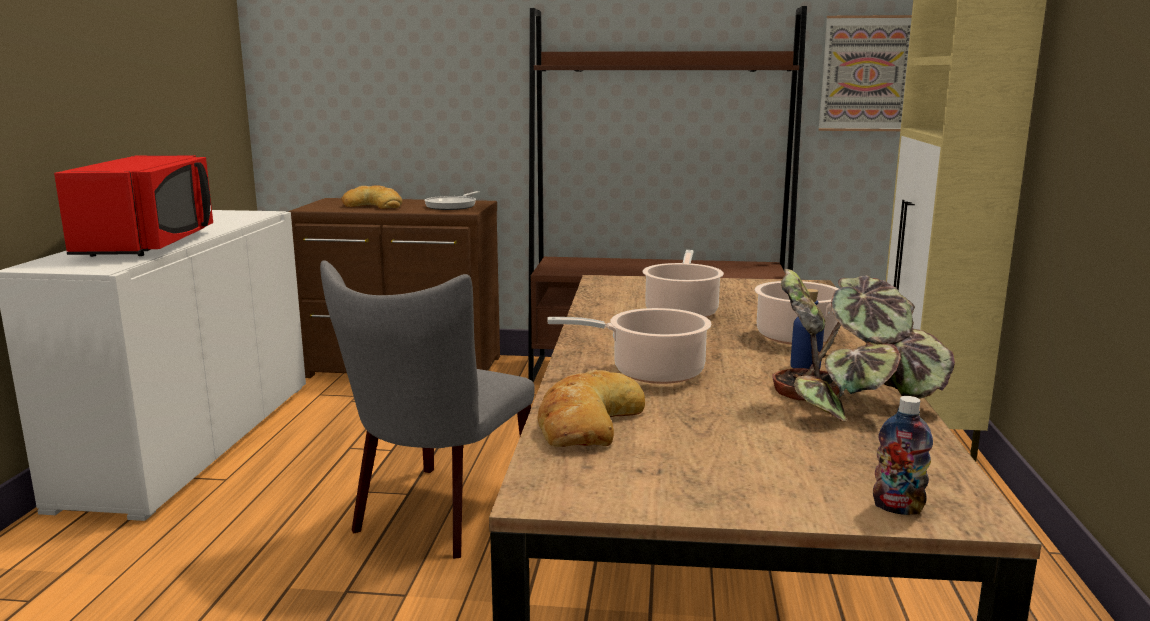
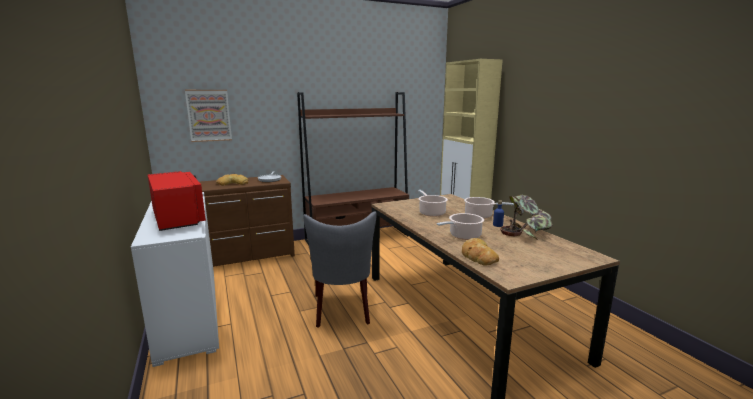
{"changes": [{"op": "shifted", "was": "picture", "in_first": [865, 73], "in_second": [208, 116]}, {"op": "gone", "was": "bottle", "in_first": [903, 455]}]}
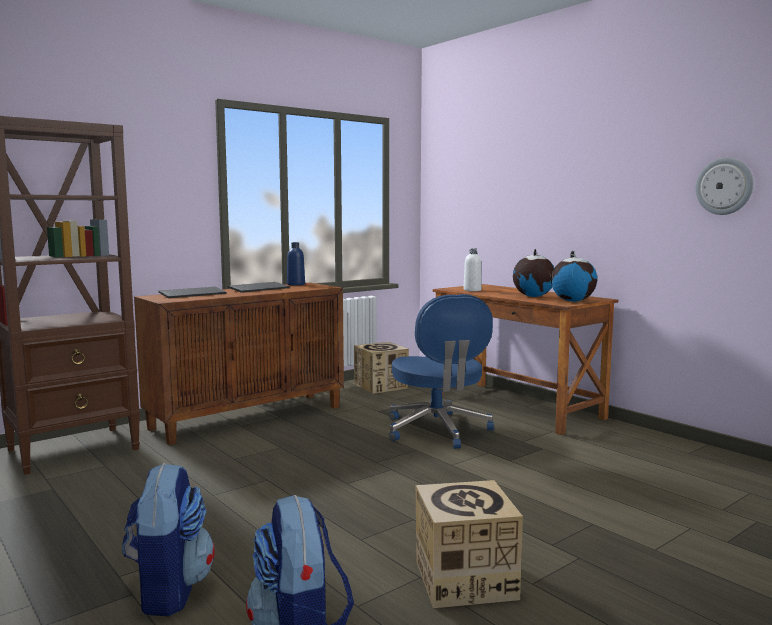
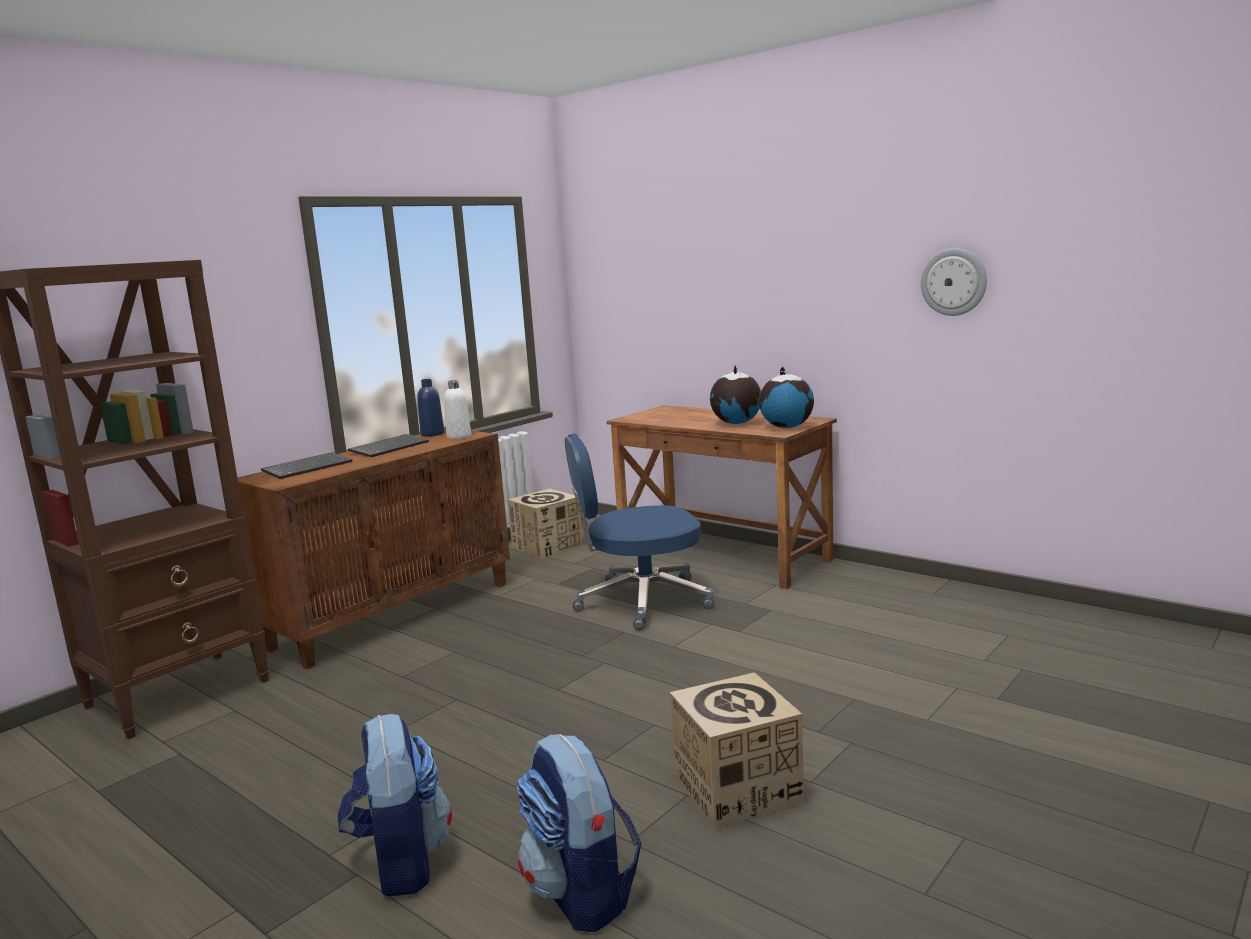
{"changes": [{"op": "shifted", "was": "white bottle", "in_first": [472, 269], "in_second": [457, 409]}, {"op": "rotated", "was": "blue office chair", "in_first": [441, 371], "in_second": [639, 531], "clockwise": 105}]}
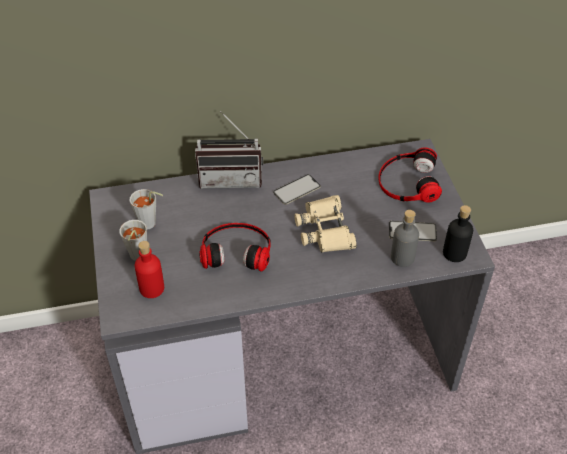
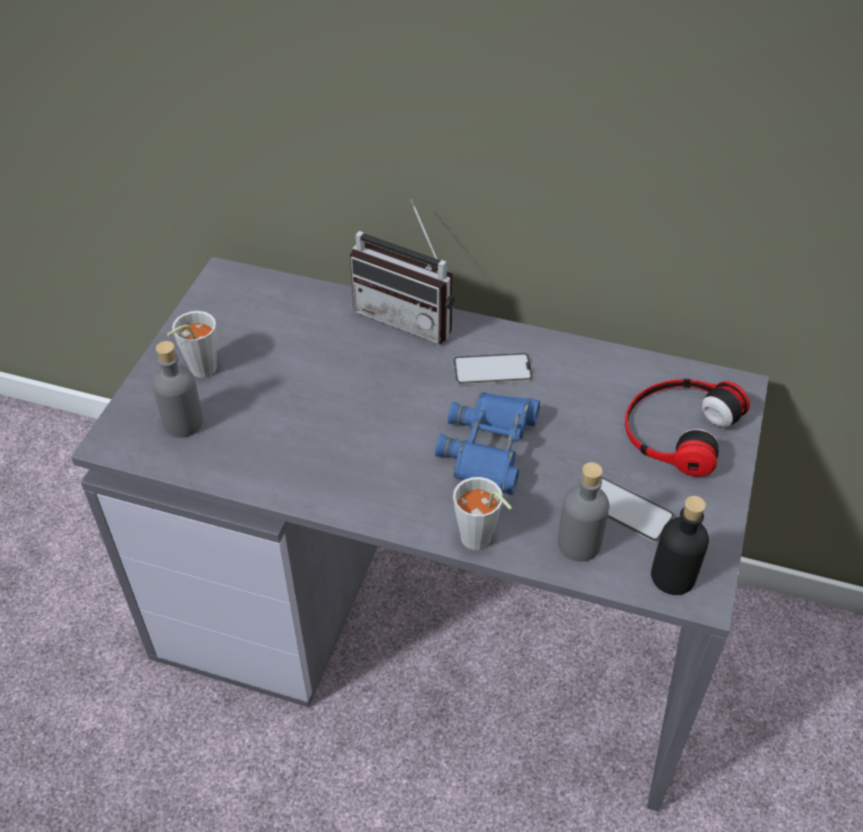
{"changes": [{"op": "repainted", "was": "red bottle", "now": "grey bottle", "in_first": [149, 269], "in_second": [177, 389]}, {"op": "repainted", "was": "beige binoculars", "now": "blue binoculars", "in_first": [325, 223], "in_second": [487, 443]}, {"op": "shifted", "was": "grey cup", "in_first": [146, 209], "in_second": [482, 513]}, {"op": "gone", "was": "headphones", "in_first": [235, 247]}]}
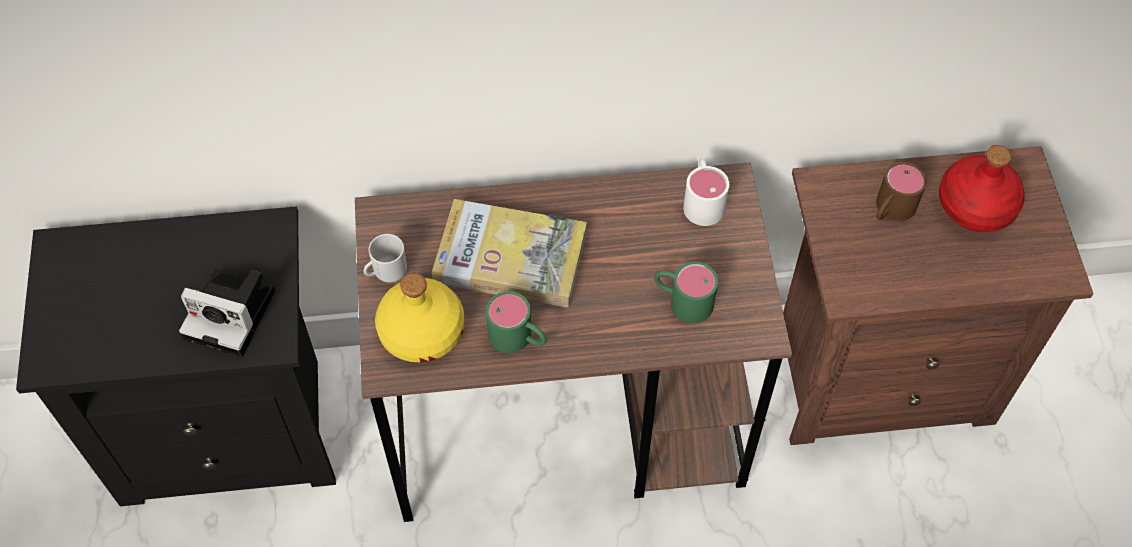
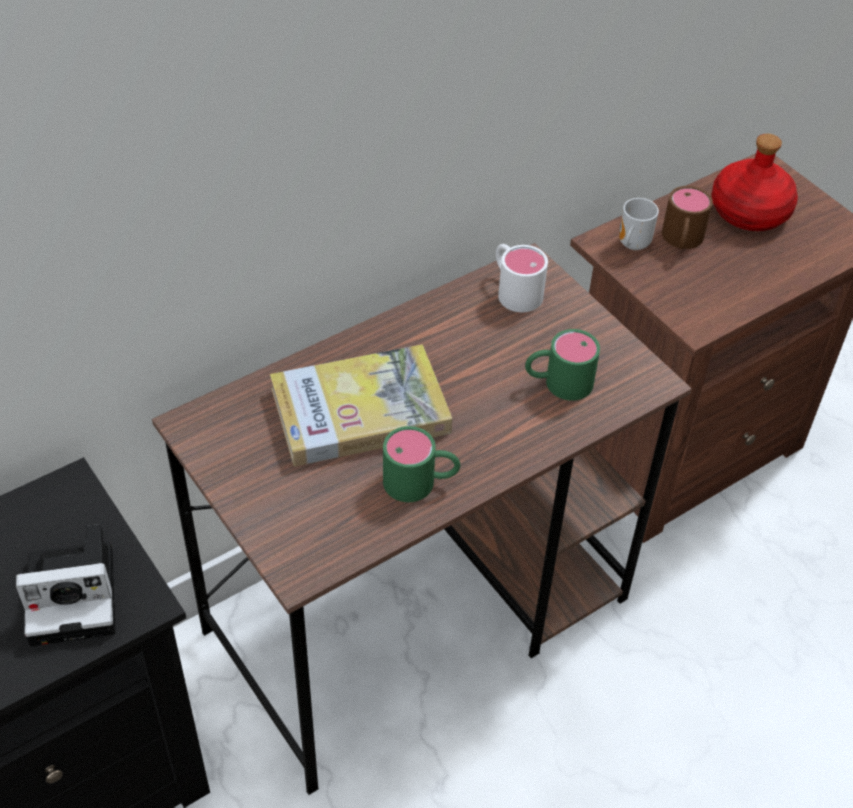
{"changes": [{"op": "shifted", "was": "mug", "in_first": [385, 258], "in_second": [639, 224]}, {"op": "gone", "was": "yellow bottle", "in_first": [419, 317]}]}
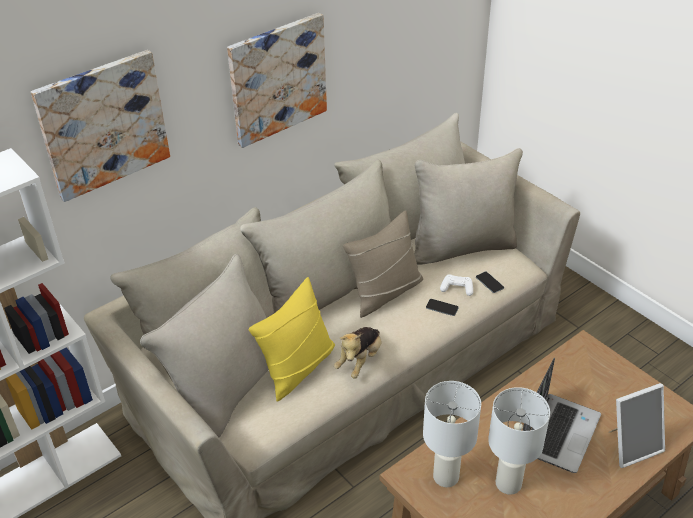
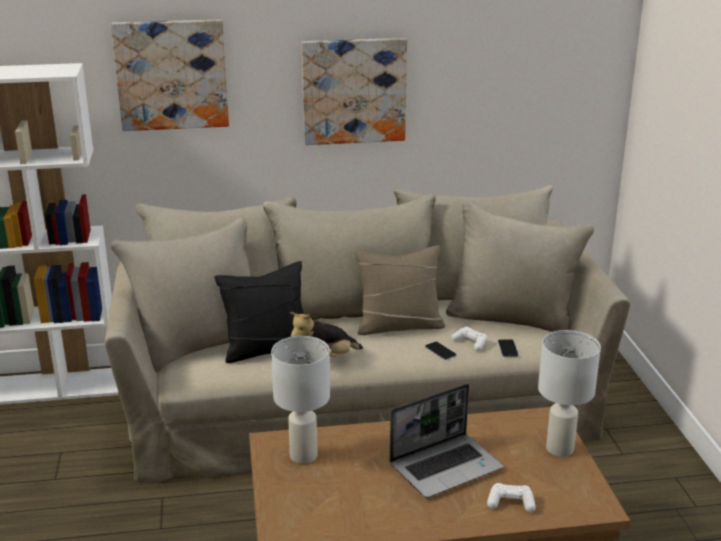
{"changes": [{"op": "repainted", "was": "yellow pillow", "now": "black pillow", "in_first": [292, 339], "in_second": [259, 312]}, {"op": "swapped", "was": "picture frame", "now": "white game controller", "in_first": [636, 425], "in_second": [511, 497]}, {"op": "shifted", "was": "white table lamp", "in_first": [519, 441], "in_second": [569, 393]}]}
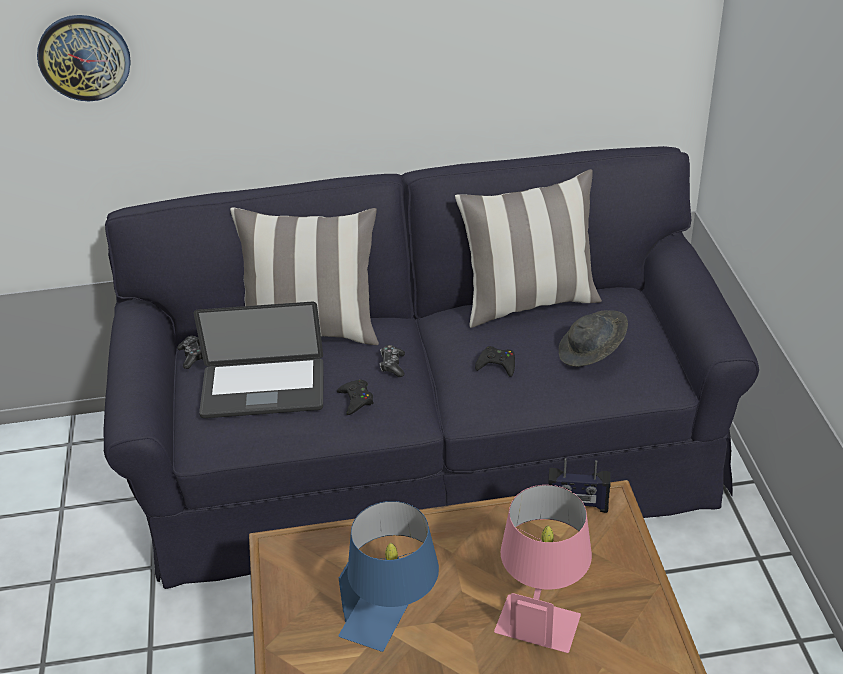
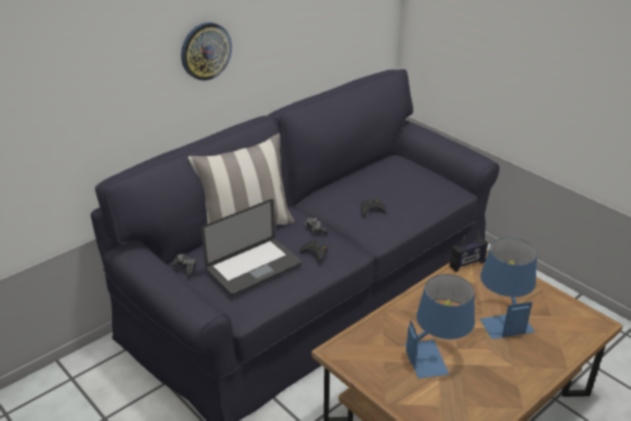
{"changes": [{"op": "shifted", "was": "wall clock", "in_first": [84, 58], "in_second": [206, 51]}, {"op": "repainted", "was": "pink table lamp", "now": "blue table lamp", "in_first": [543, 569], "in_second": [508, 288]}, {"op": "gone", "was": "pillow", "in_first": [528, 248]}, {"op": "gone", "was": "grey hat", "in_first": [593, 338]}]}
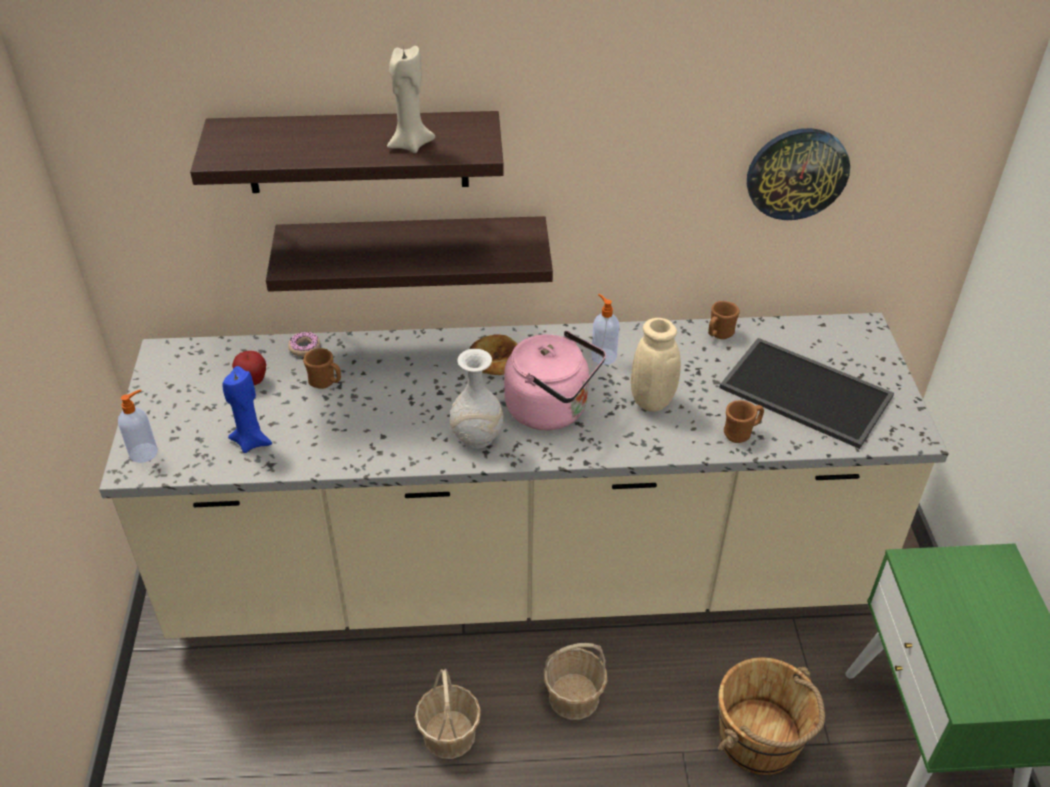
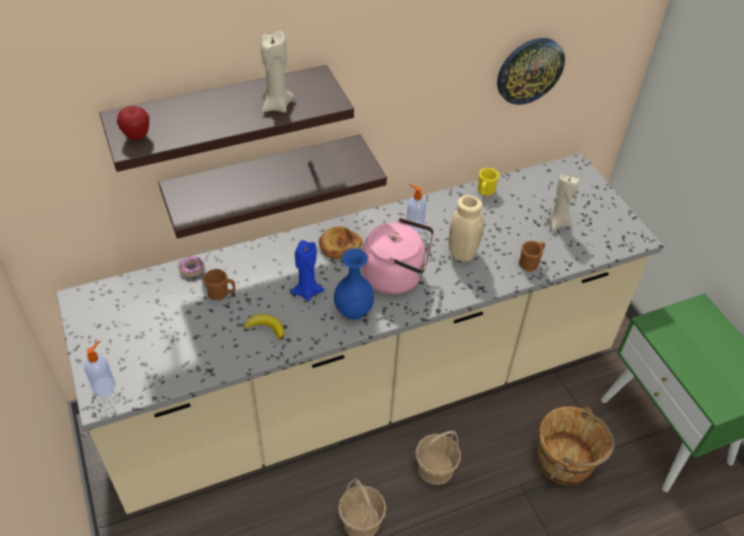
{"changes": [{"op": "shifted", "was": "apple", "in_first": [249, 368], "in_second": [133, 123]}, {"op": "new", "now": "banana", "in_second": [264, 326]}, {"op": "shifted", "was": "blue candle", "in_first": [247, 409], "in_second": [308, 270]}, {"op": "repainted", "was": "white vase", "now": "blue vase", "in_first": [477, 399], "in_second": [354, 284]}, {"op": "repainted", "was": "brown mug", "now": "yellow mug", "in_first": [724, 320], "in_second": [488, 182]}, {"op": "swapped", "was": "tray", "now": "beige candle", "in_first": [807, 393], "in_second": [562, 202]}]}
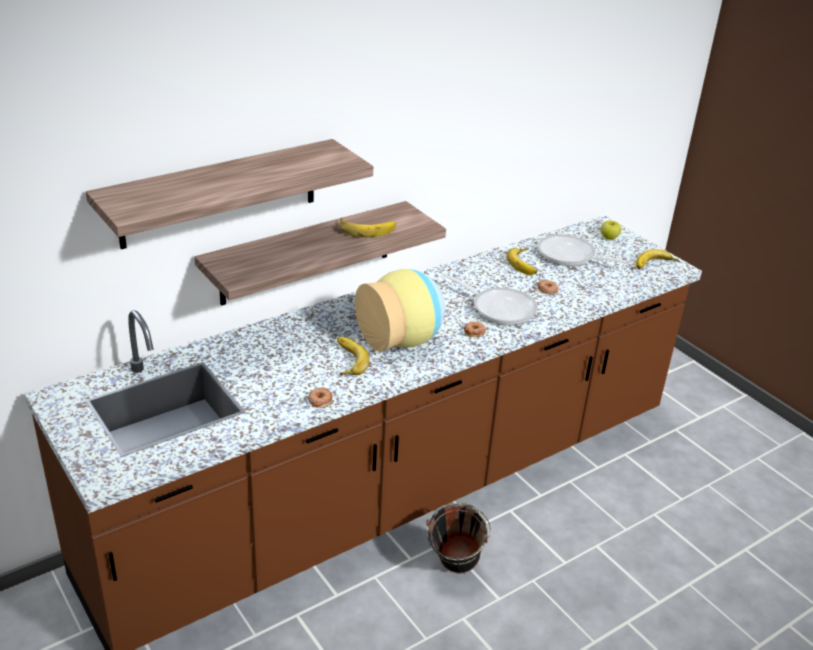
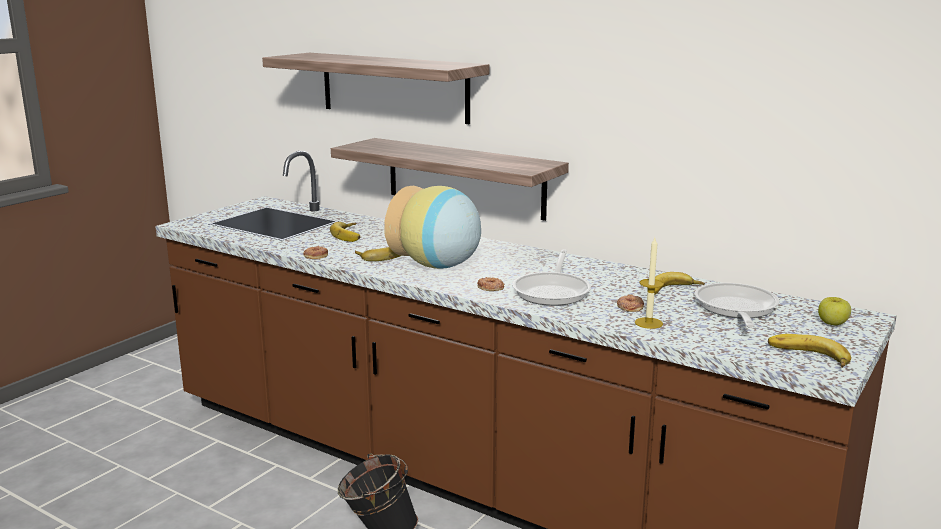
{"changes": [{"op": "shifted", "was": "banana", "in_first": [367, 227], "in_second": [345, 232]}, {"op": "new", "now": "candle", "in_second": [649, 283]}]}
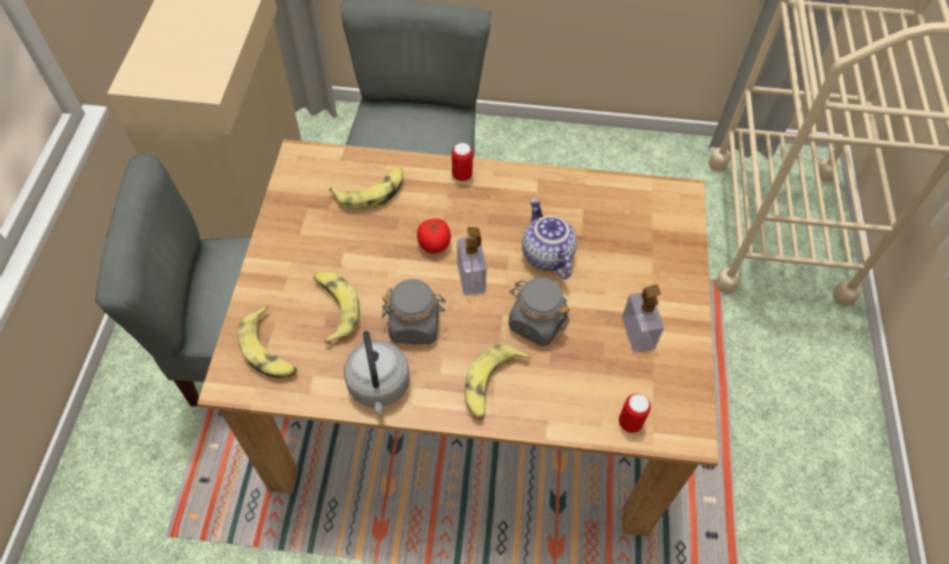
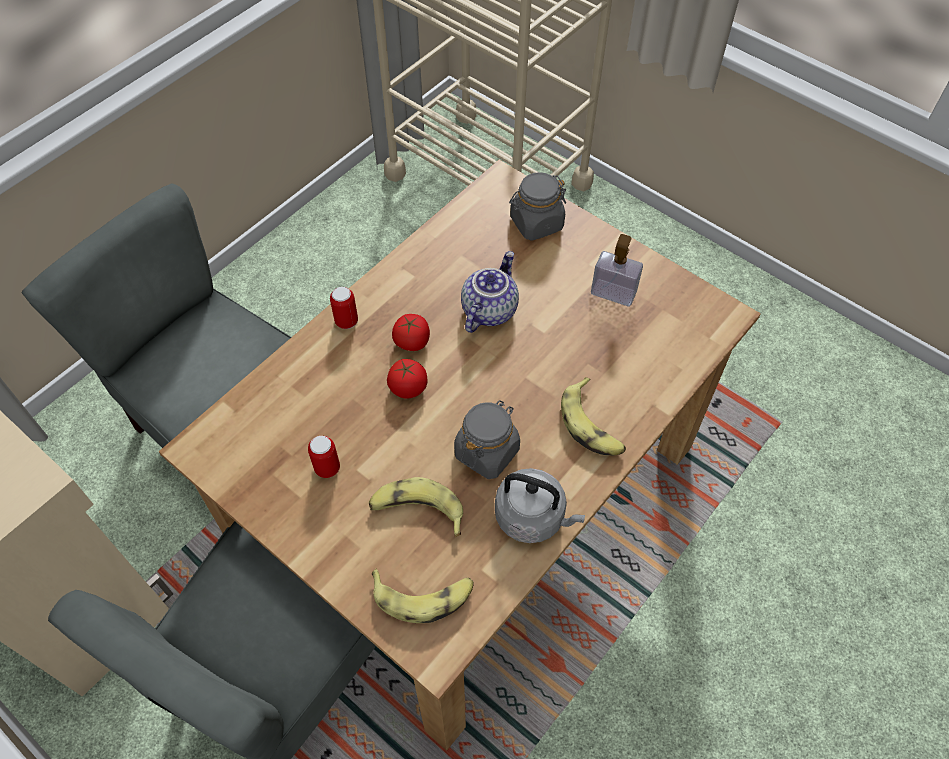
{"changes": [{"op": "shifted", "was": "can", "in_first": [635, 413], "in_second": [324, 457]}, {"op": "new", "now": "tomato", "in_second": [411, 332]}, {"op": "rotated", "was": "teapot", "in_first": [549, 238], "in_second": [490, 292], "clockwise": 105}, {"op": "shifted", "was": "grey jar", "in_first": [539, 311], "in_second": [537, 206]}, {"op": "gone", "was": "banana", "in_first": [366, 188]}, {"op": "gone", "was": "soap dispenser", "in_first": [472, 261]}]}
